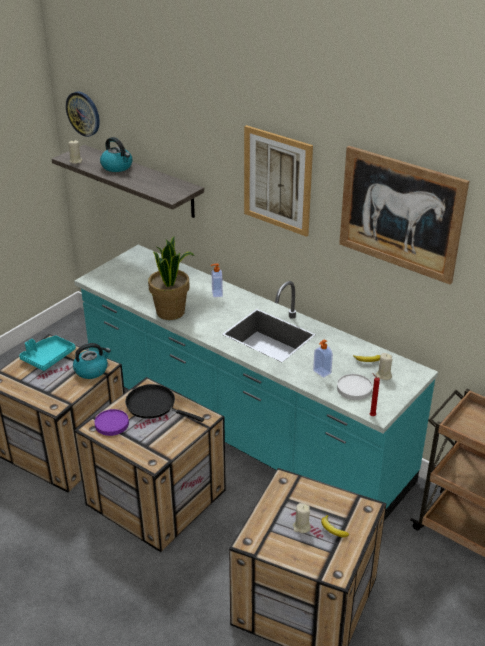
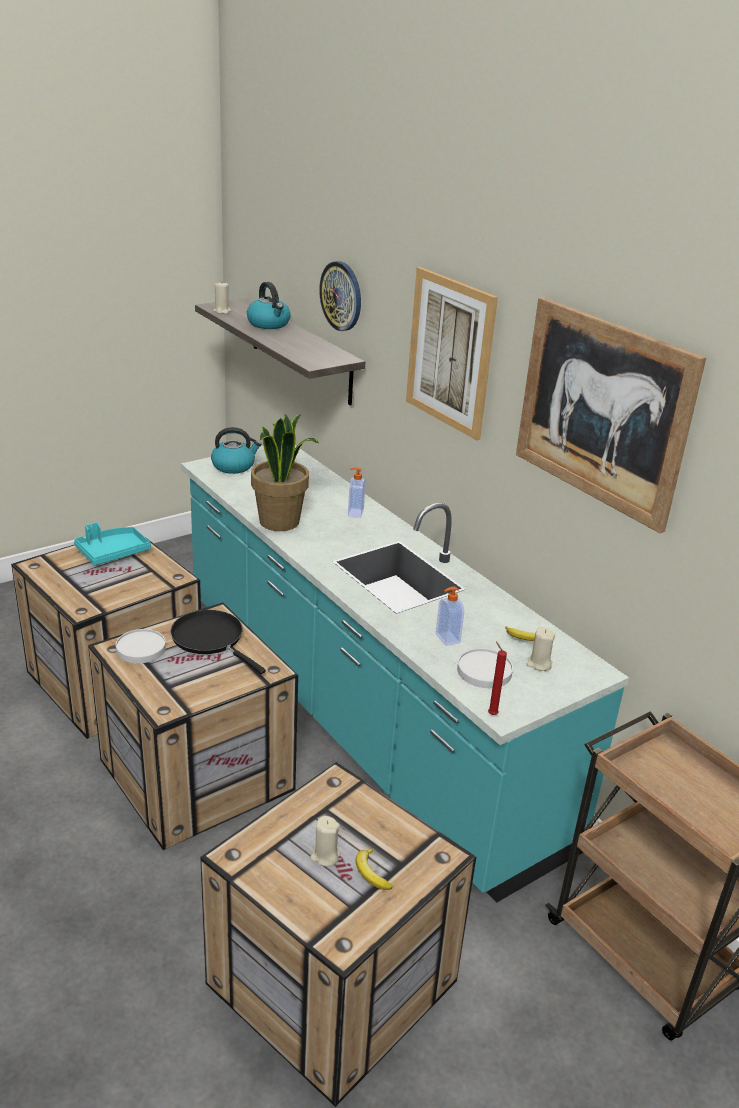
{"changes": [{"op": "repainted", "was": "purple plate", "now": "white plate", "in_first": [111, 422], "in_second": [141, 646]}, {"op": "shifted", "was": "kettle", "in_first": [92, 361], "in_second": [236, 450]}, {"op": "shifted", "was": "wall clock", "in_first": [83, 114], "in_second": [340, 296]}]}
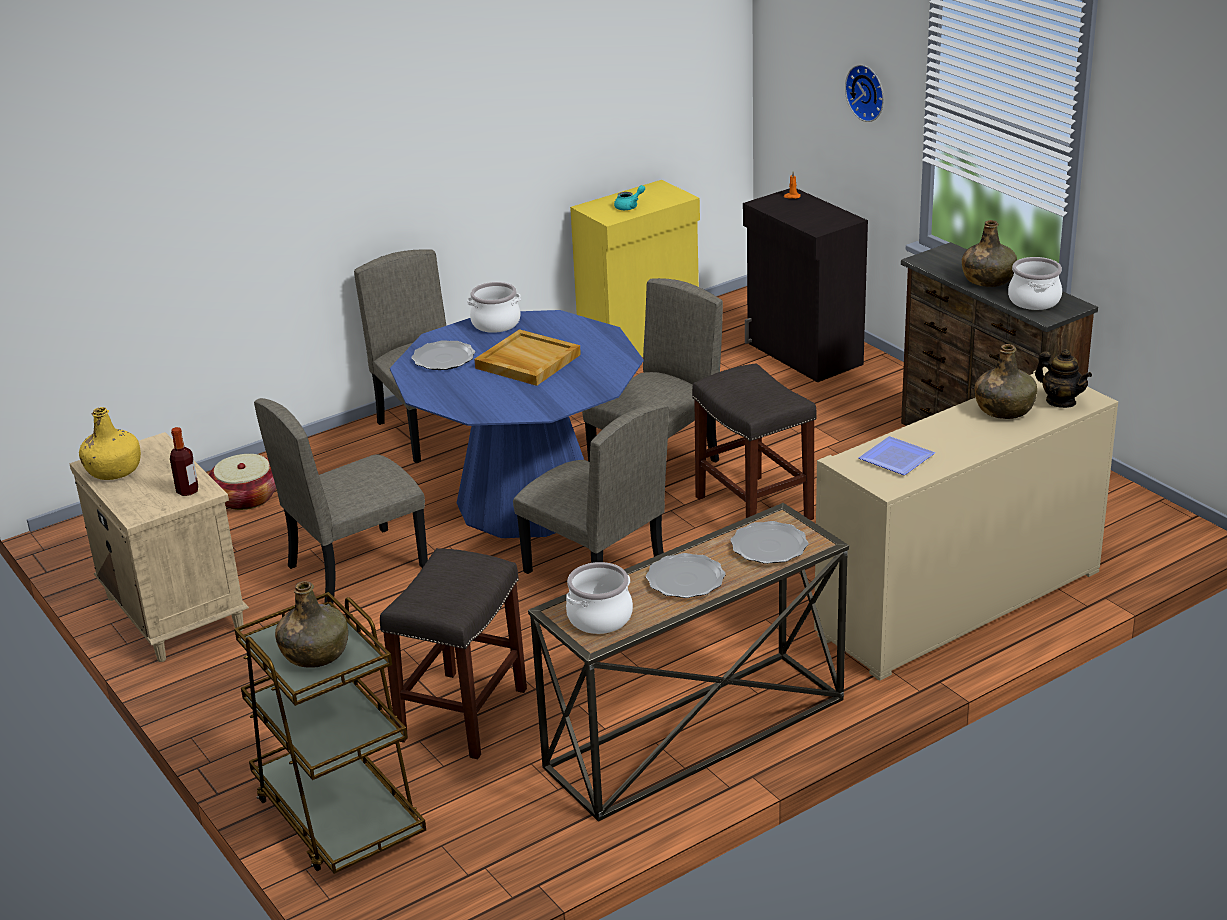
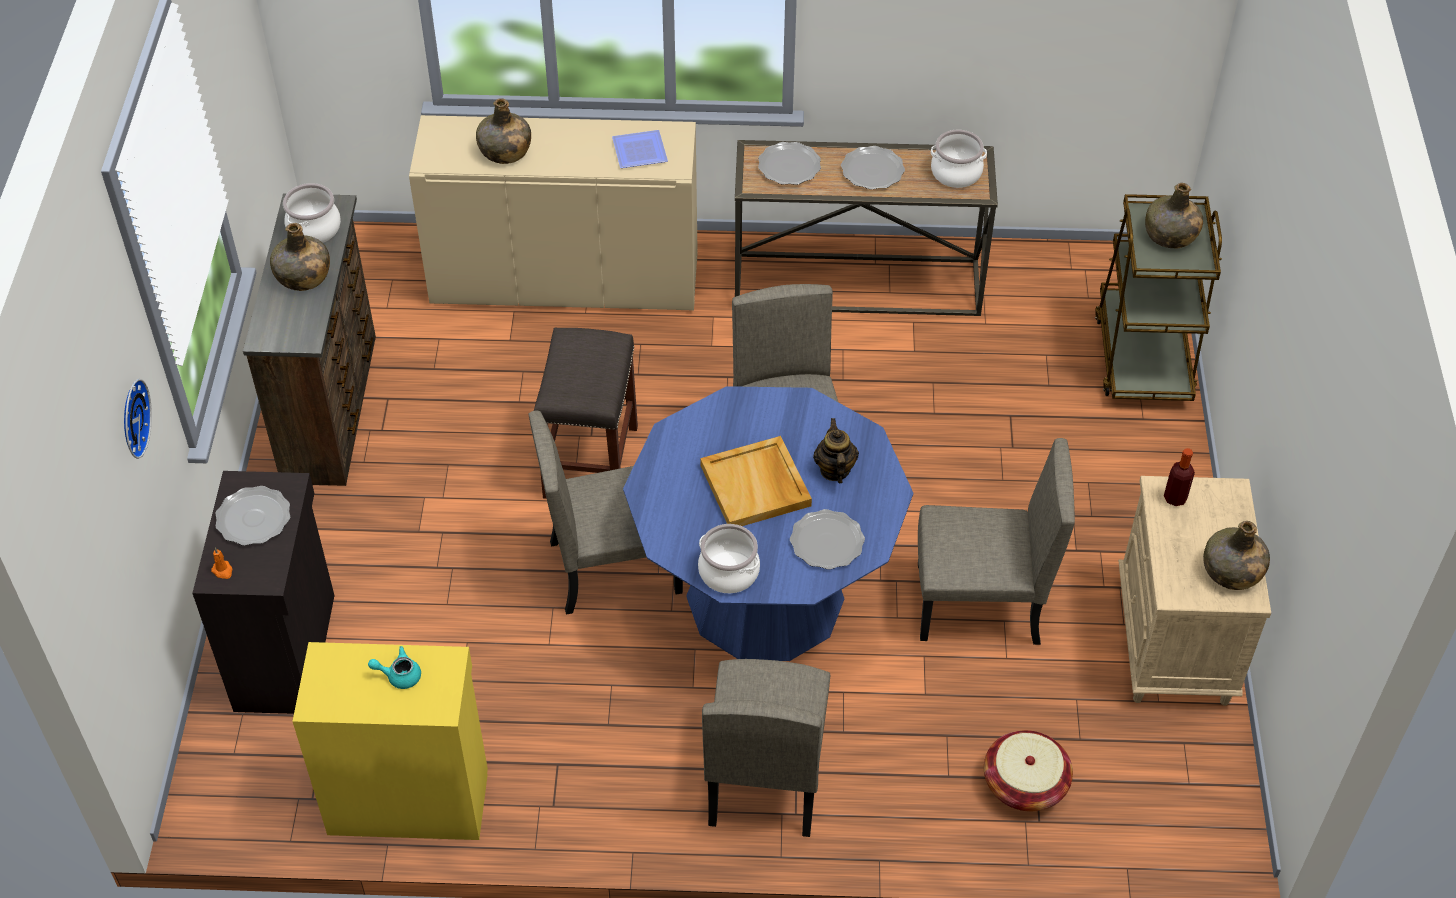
{"changes": [{"op": "new", "now": "plate", "in_second": [252, 516]}, {"op": "shifted", "was": "teapot", "in_first": [1063, 378], "in_second": [836, 450]}, {"op": "repainted", "was": "yellow bottle", "now": "green bottle", "in_first": [110, 443], "in_second": [1236, 555]}, {"op": "gone", "was": "grey stool", "in_first": [453, 653]}]}
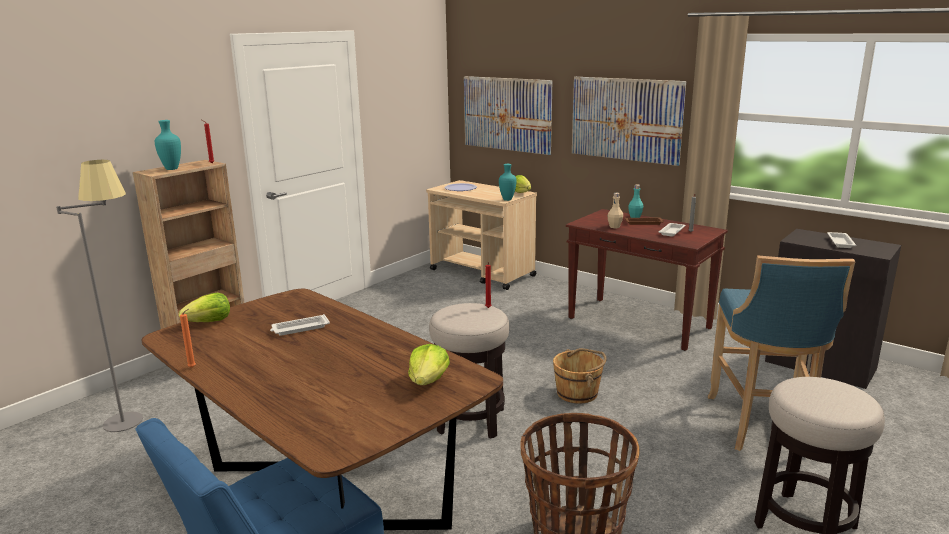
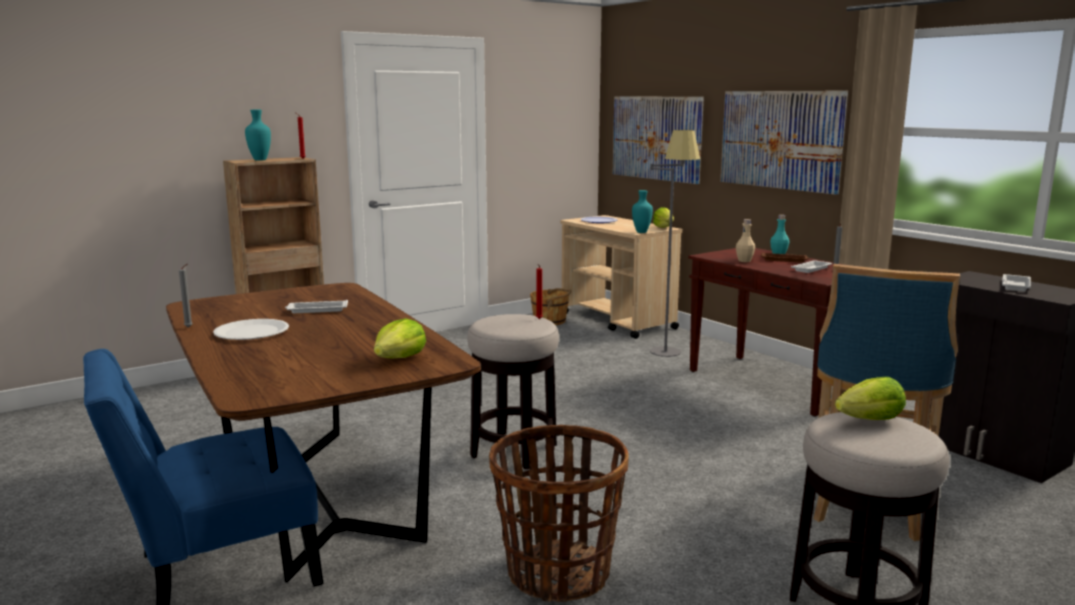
{"changes": [{"op": "repainted", "was": "orange candle", "now": "grey candle", "in_first": [188, 338], "in_second": [186, 295]}, {"op": "new", "now": "white plate", "in_second": [251, 329]}, {"op": "shifted", "was": "brown bucket", "in_first": [579, 376], "in_second": [550, 306]}, {"op": "shifted", "was": "grey floor lamp", "in_first": [99, 296], "in_second": [675, 243]}, {"op": "shifted", "was": "lettuce", "in_first": [204, 307], "in_second": [870, 398]}]}
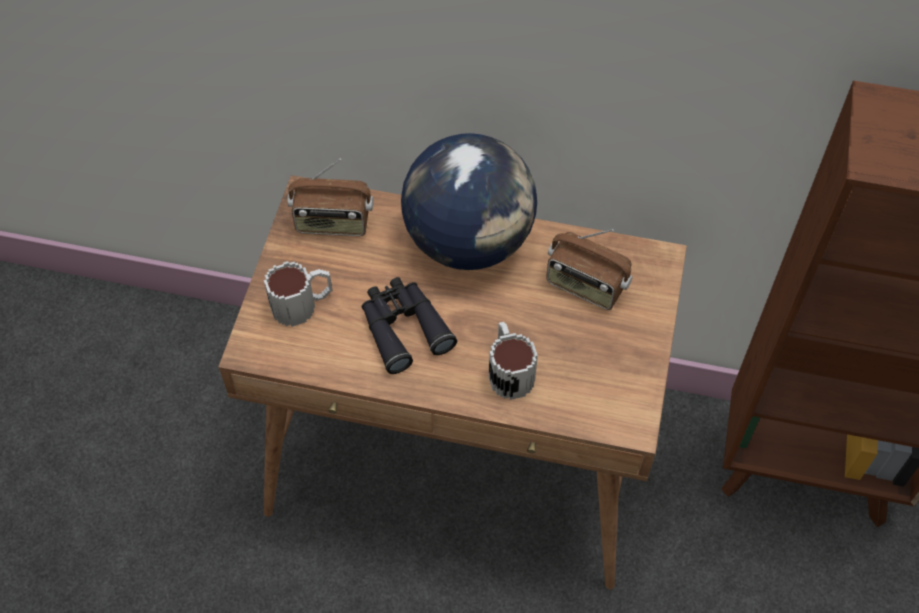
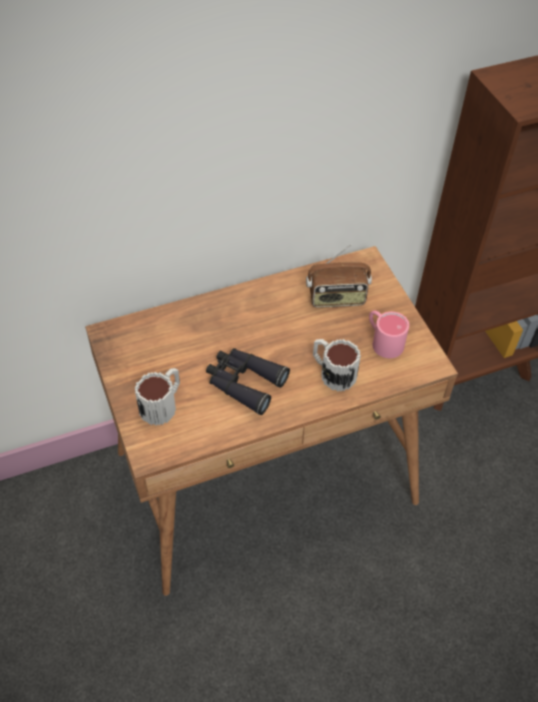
{"changes": [{"op": "new", "now": "pink mug", "in_second": [389, 334]}, {"op": "gone", "was": "radio", "in_first": [330, 197]}, {"op": "gone", "was": "globe", "in_first": [469, 201]}]}
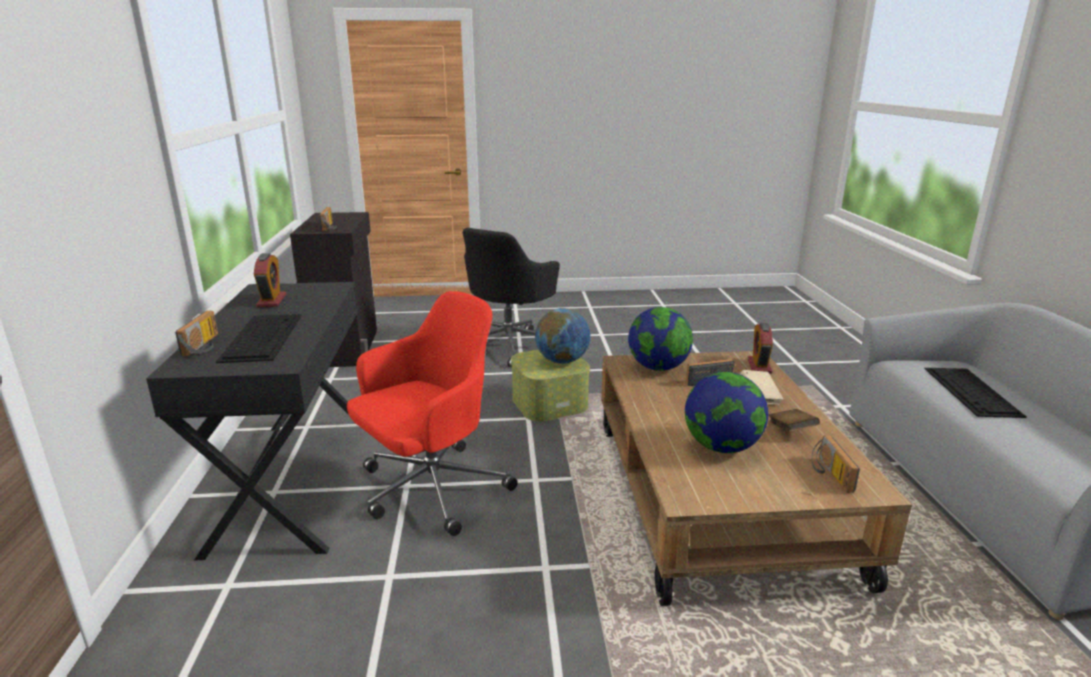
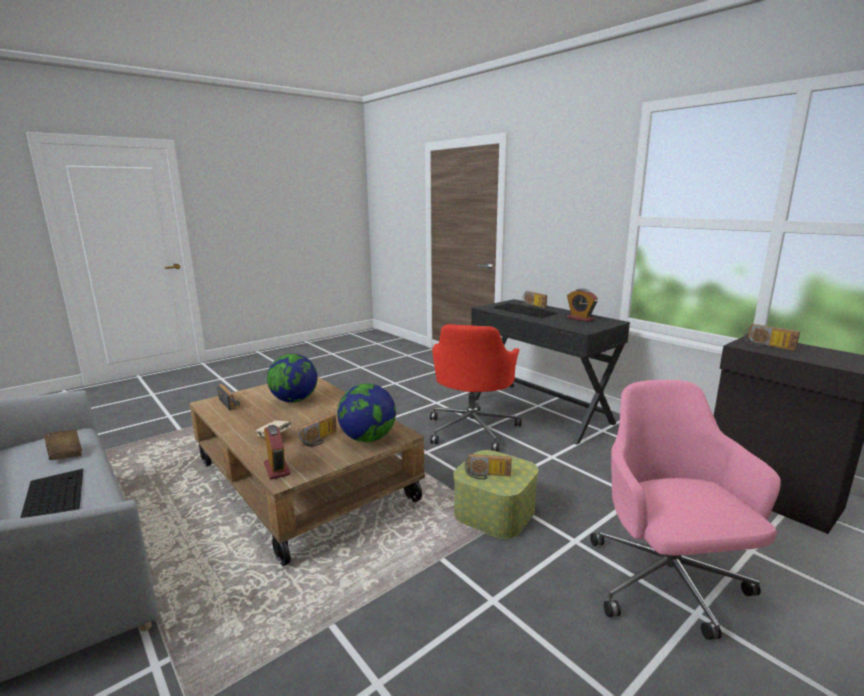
{"changes": [{"op": "shifted", "was": "brown book", "in_first": [794, 420], "in_second": [63, 444]}, {"op": "swapped", "was": "globe", "now": "radio", "in_first": [562, 336], "in_second": [488, 467]}, {"op": "repainted", "was": "black office chair", "now": "pink office chair", "in_first": [511, 297], "in_second": [685, 510]}]}
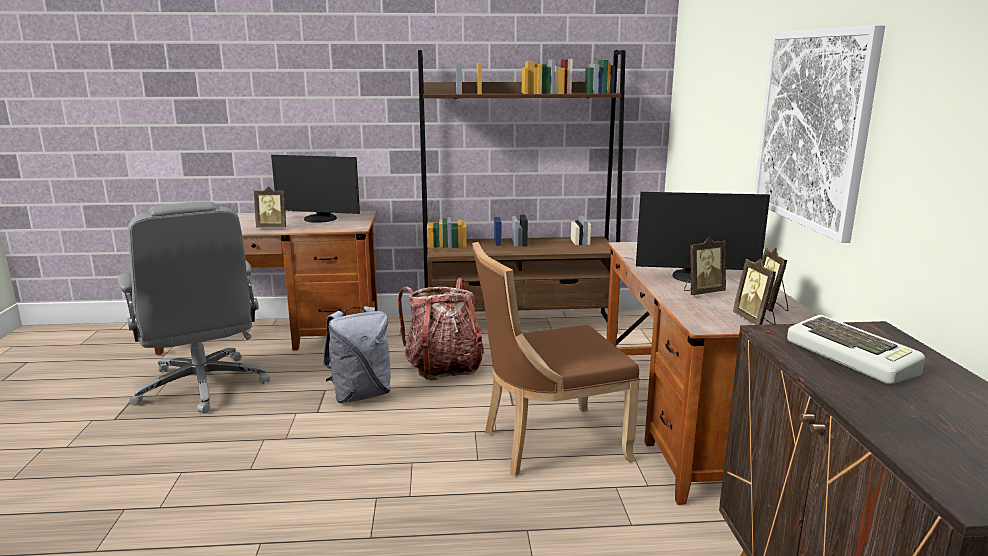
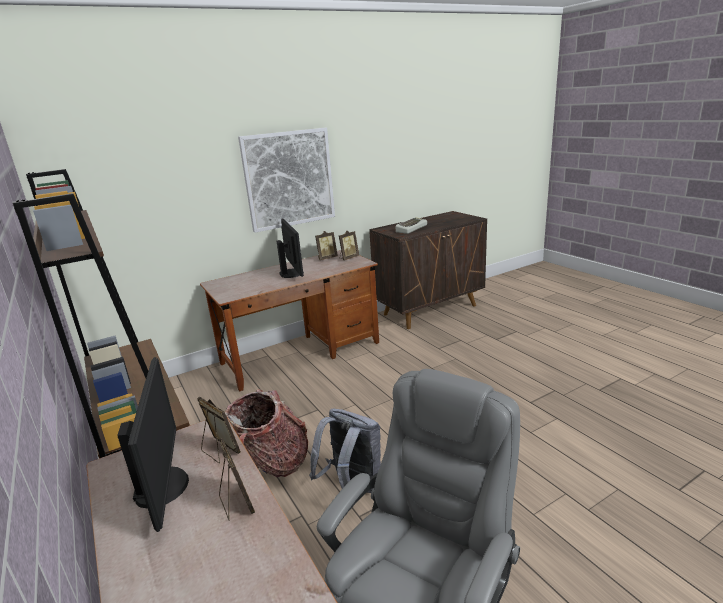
{"changes": [{"op": "shifted", "was": "picture frame", "in_first": [705, 266], "in_second": [219, 430]}, {"op": "gone", "was": "brown chair", "in_first": [556, 359]}]}
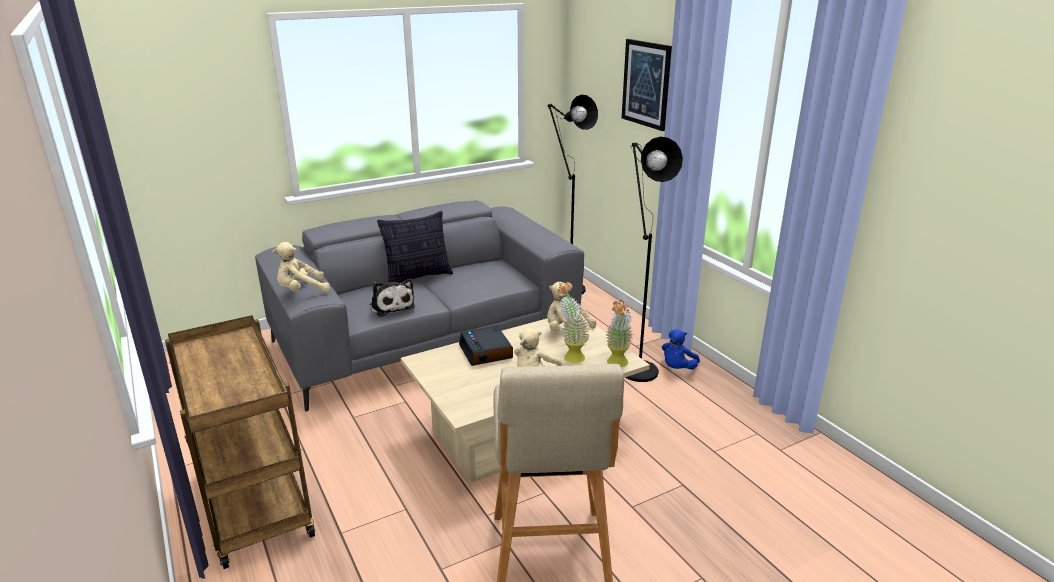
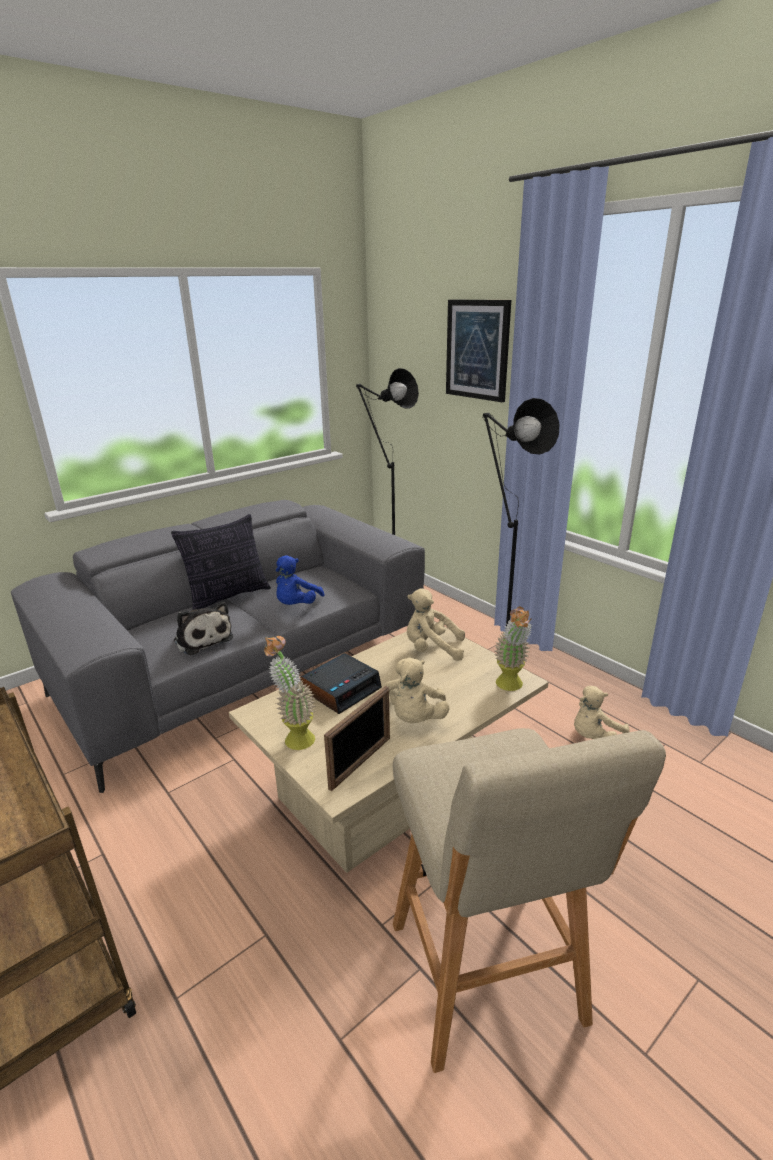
{"changes": [{"op": "shifted", "was": "potted plant", "in_first": [573, 322], "in_second": [290, 693]}, {"op": "shifted", "was": "blue plush toy", "in_first": [681, 349], "in_second": [300, 580]}, {"op": "rotated", "was": "alarm clock", "in_first": [486, 346], "in_second": [341, 683], "clockwise": -105}, {"op": "new", "now": "picture frame", "in_second": [357, 738]}, {"op": "shifted", "was": "beige plush toy", "in_first": [301, 267], "in_second": [602, 712]}]}
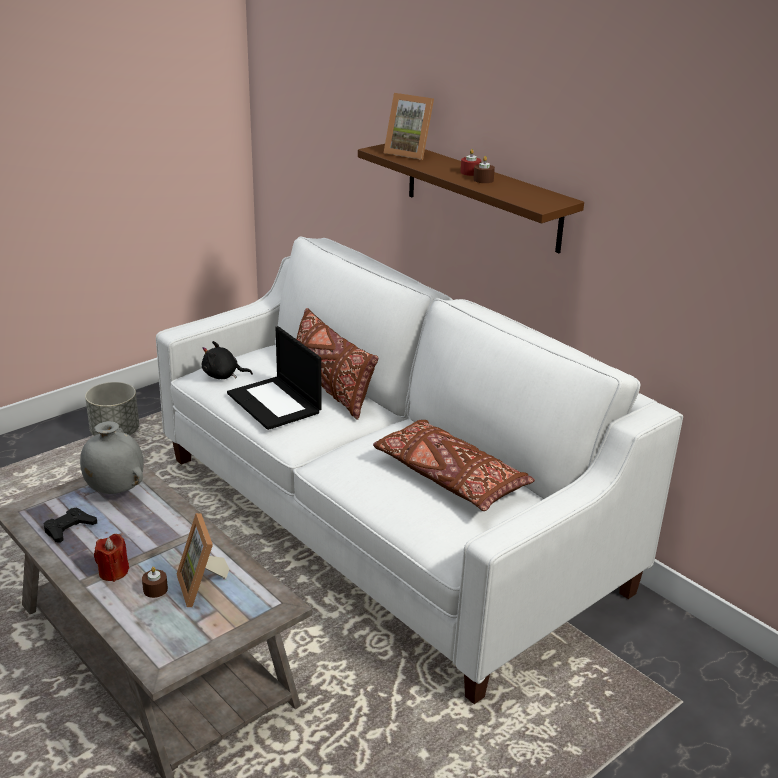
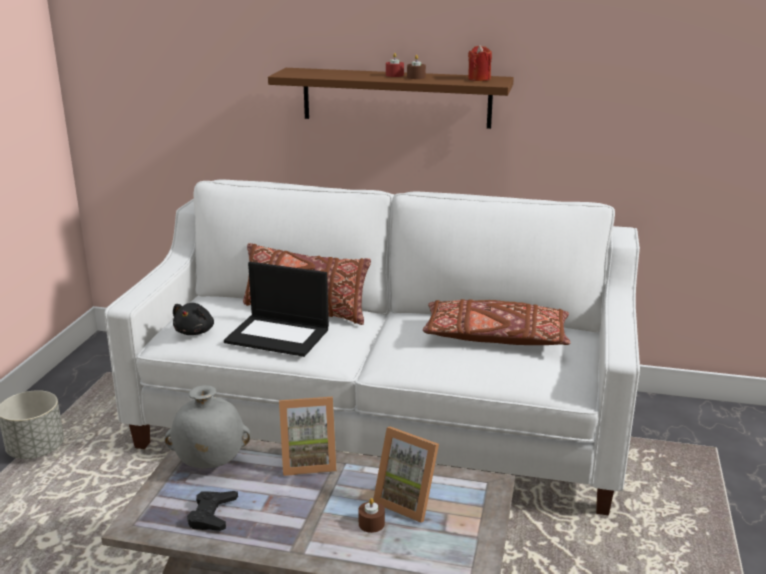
{"changes": [{"op": "rotated", "was": "black plush toy", "in_first": [227, 360], "in_second": [193, 319], "clockwise": -45}, {"op": "shifted", "was": "picture frame", "in_first": [409, 126], "in_second": [308, 436]}, {"op": "shifted", "was": "red candle", "in_first": [111, 558], "in_second": [480, 63]}]}
